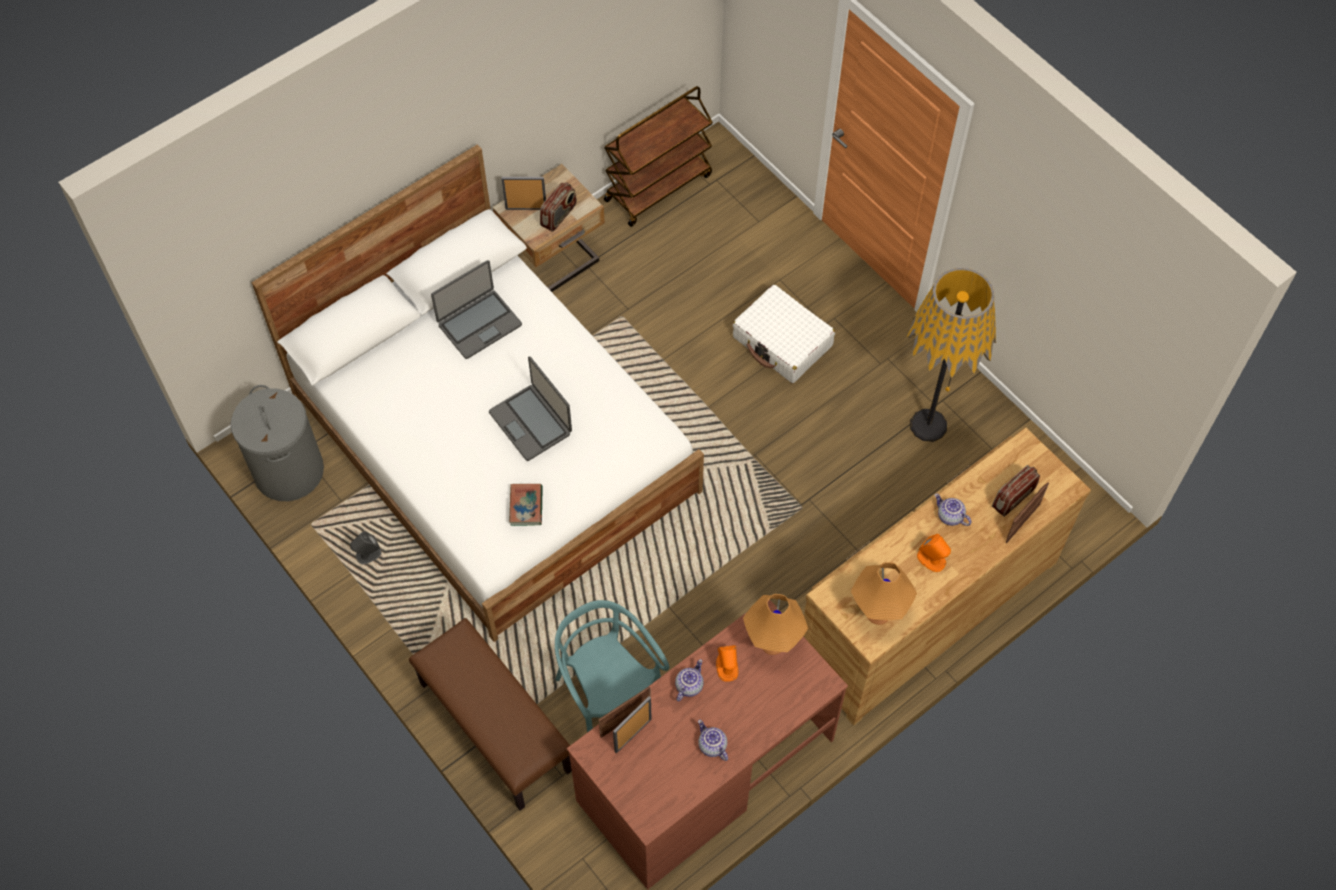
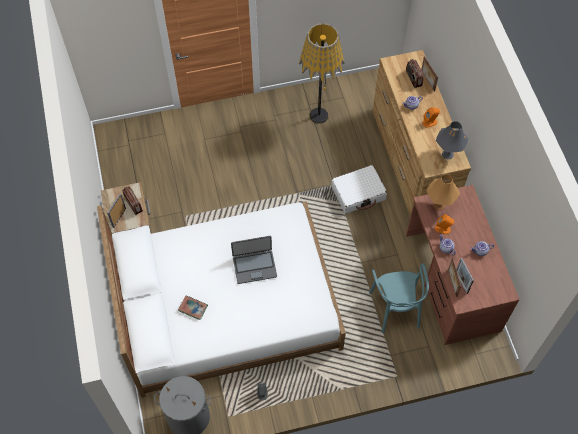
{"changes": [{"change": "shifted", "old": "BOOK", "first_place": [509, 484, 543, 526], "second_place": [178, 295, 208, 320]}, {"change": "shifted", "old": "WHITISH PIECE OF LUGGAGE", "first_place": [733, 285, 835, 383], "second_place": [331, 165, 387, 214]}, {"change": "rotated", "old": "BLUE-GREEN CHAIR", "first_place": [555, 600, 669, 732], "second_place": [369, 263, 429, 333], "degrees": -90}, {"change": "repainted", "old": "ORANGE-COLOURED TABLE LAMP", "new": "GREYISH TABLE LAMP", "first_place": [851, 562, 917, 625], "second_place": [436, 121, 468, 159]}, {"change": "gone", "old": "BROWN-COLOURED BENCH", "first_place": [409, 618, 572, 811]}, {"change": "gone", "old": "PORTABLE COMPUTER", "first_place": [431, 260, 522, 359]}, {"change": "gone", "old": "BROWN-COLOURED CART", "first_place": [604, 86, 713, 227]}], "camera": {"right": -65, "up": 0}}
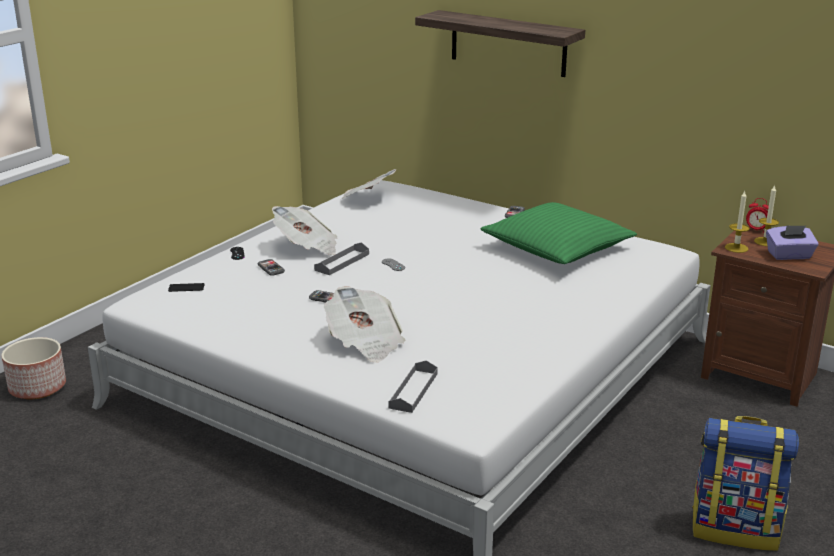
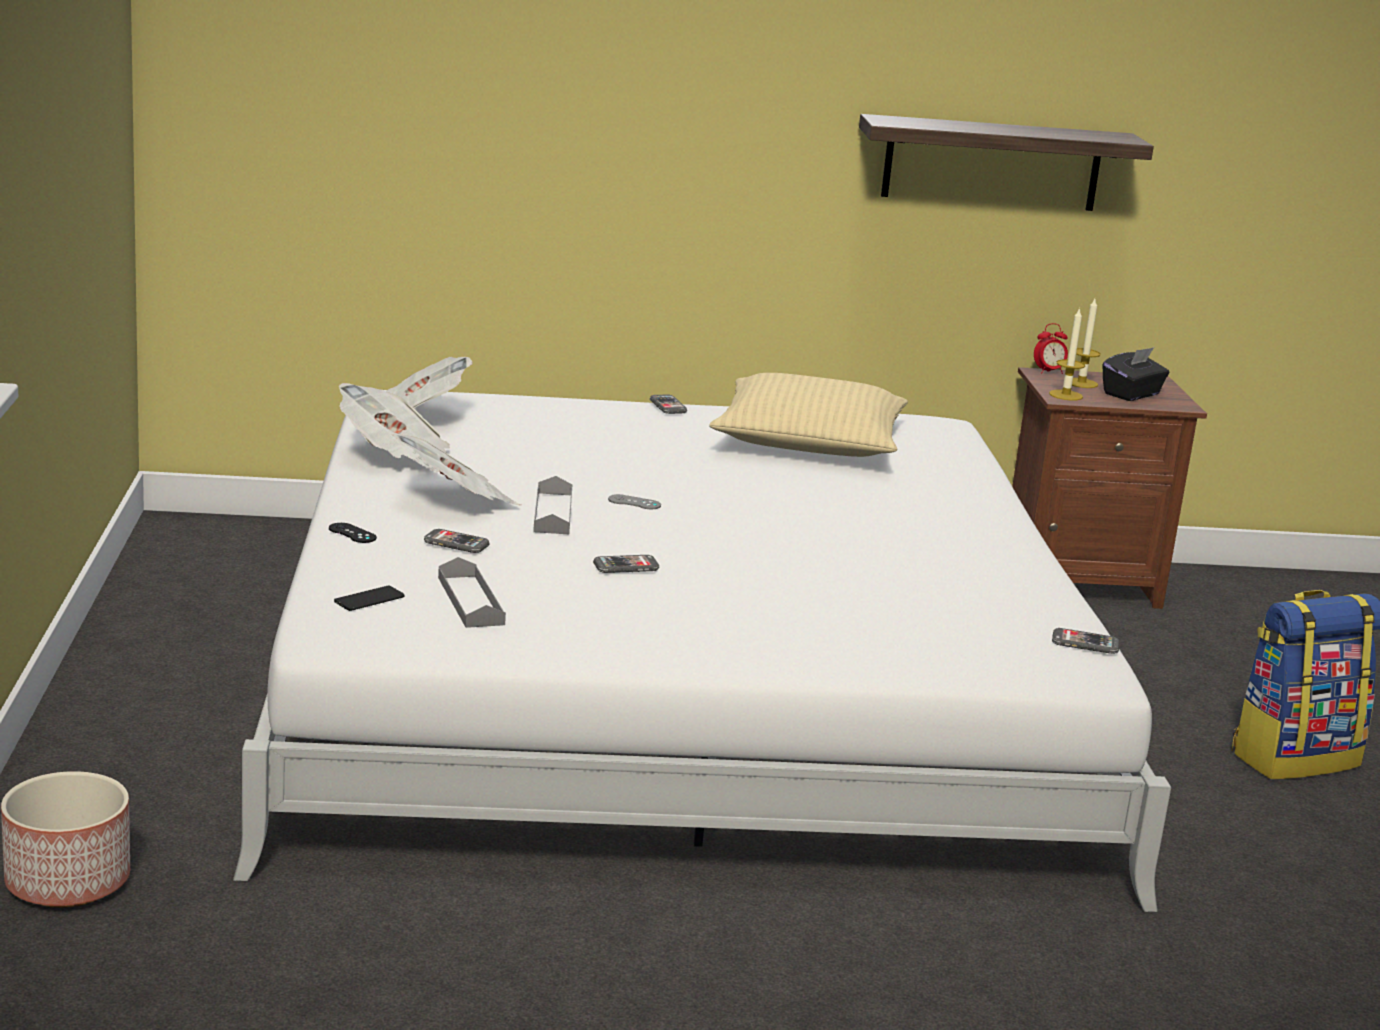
{"changes": [{"change": "shifted", "old": "NEWSPAPER", "first_place": [324, 286, 405, 363], "second_place": [339, 383, 450, 472]}, {"change": "shifted", "old": "GREYISH SERVING TRAY", "first_place": [388, 360, 438, 413], "second_place": [438, 557, 506, 628]}, {"change": "repainted", "old": "GREEN-COLOURED PILLOW", "new": "SAND-COLOURED PILLOW", "first_place": [480, 202, 637, 264], "second_place": [709, 373, 908, 457]}, {"change": "shifted", "old": "WALL SHELF", "first_place": [415, 10, 585, 77], "second_place": [859, 114, 1154, 211]}, {"change": "new", "new": "HANDSET", "second_place": [1052, 628, 1119, 654]}, {"change": "repainted", "old": "PURPLE-COLOURED TISSUE BOX", "new": "BLACK TISSUE BOX", "first_place": [766, 225, 819, 260], "second_place": [1103, 347, 1169, 401]}], "camera": {"right": -40, "up": -5}}
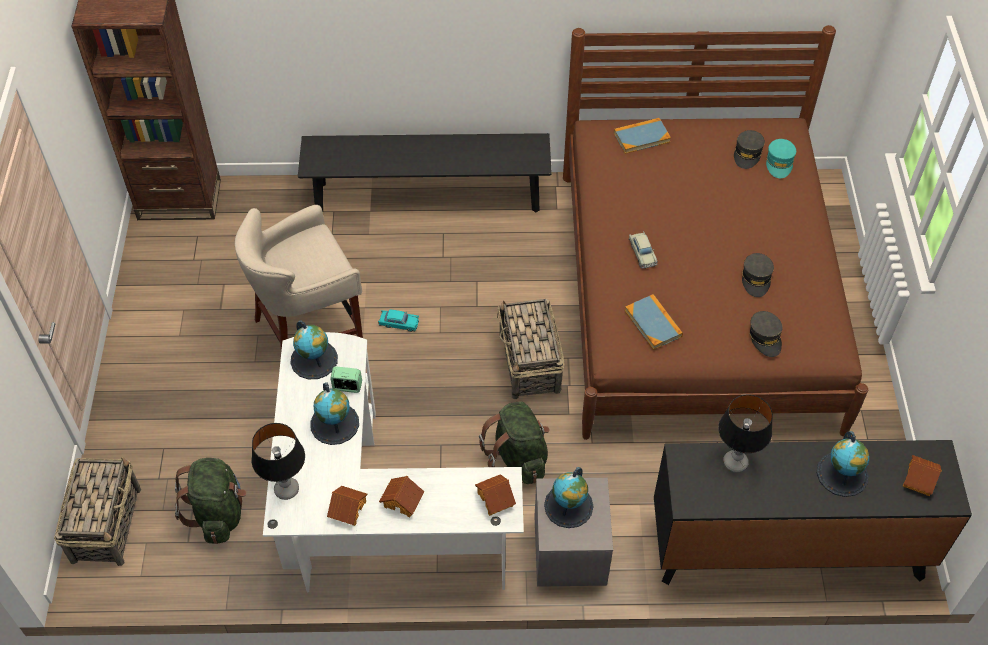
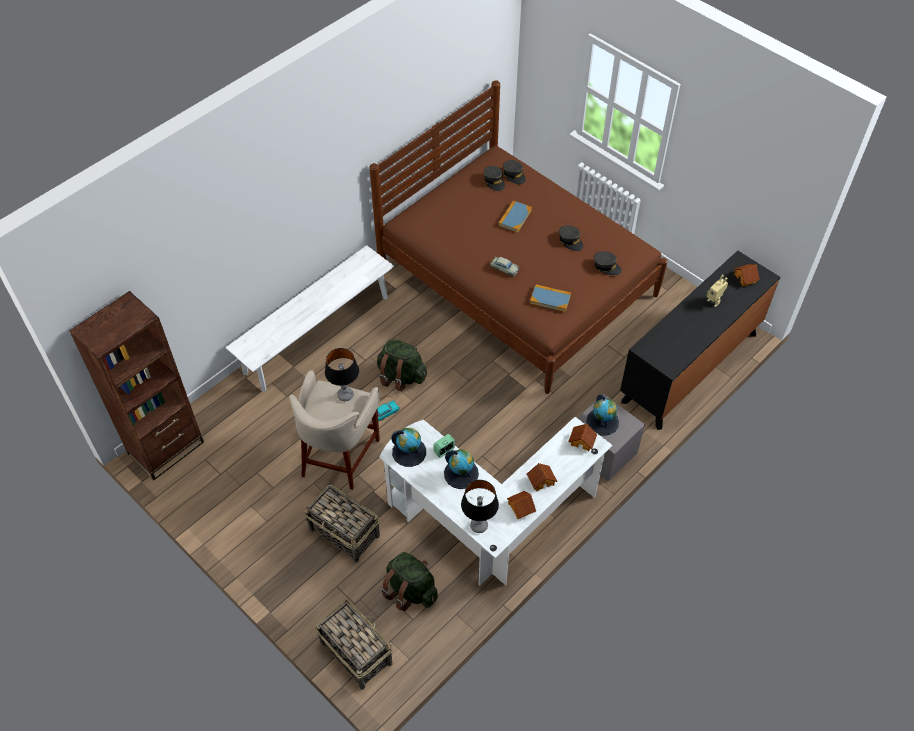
{"changes": [{"change": "repainted", "old": "BLACK BENCH", "new": "WHITISH BENCH", "first_place": [298, 133, 552, 213], "second_place": [225, 245, 394, 392]}, {"change": "shifted", "old": "HOUSEHOLD BASKET", "first_place": [497, 299, 564, 399], "second_place": [303, 485, 380, 563]}, {"change": "shifted", "old": "TABLE LAMP", "first_place": [718, 394, 773, 473], "second_place": [325, 348, 359, 401]}, {"change": "shifted", "old": "GREEN-COLOURED KNAPSACK", "first_place": [479, 401, 550, 484], "second_place": [377, 340, 427, 391]}, {"change": "shifted", "old": "BOOK", "first_place": [614, 118, 671, 154], "second_place": [498, 201, 532, 233]}, {"change": "repainted", "old": "BLUE-GREEN CAP", "new": "GREYISH CAP", "first_place": [766, 139, 796, 178], "second_place": [503, 160, 526, 184]}, {"change": "swapped", "old": "WORLD GLOBE", "new": "MODEL ROBOT", "first_place": [817, 431, 869, 497], "second_place": [707, 275, 728, 307]}], "camera": {"right": -45, "up": 0}}
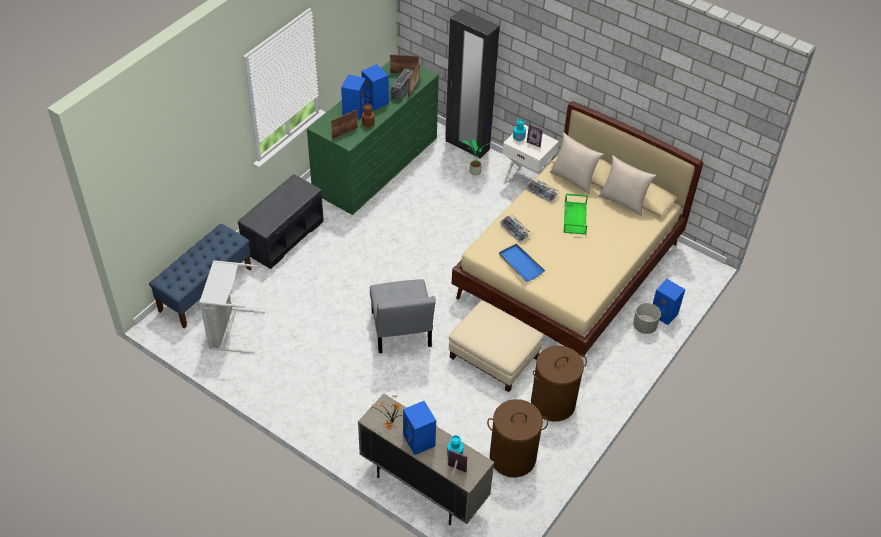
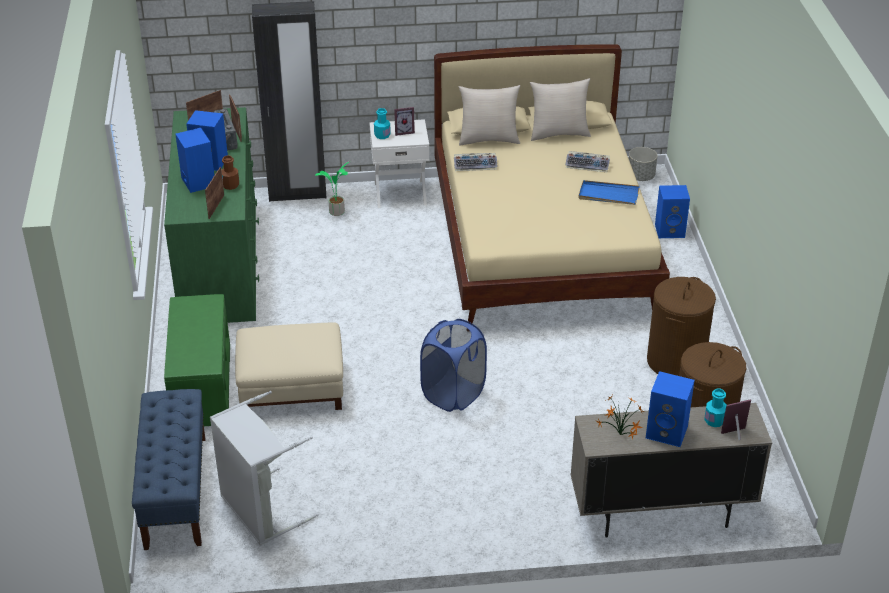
{"changes": [{"change": "repainted", "old": "GREYISH BENCH", "new": "GREEN-COLOURED BENCH", "first_place": [238, 174, 324, 269], "second_place": [164, 294, 230, 426]}, {"change": "shifted", "old": "SAND-COLOURED OTTOMAN", "first_place": [449, 301, 543, 392], "second_place": [235, 322, 343, 410]}, {"change": "swapped", "old": "GREYISH CHAIR", "new": "BLUISH LAUNDRY BASKET", "first_place": [370, 279, 436, 353], "second_place": [420, 319, 487, 412]}, {"change": "shifted", "old": "PC KEYBOARD", "first_place": [500, 214, 532, 244], "second_place": [565, 151, 610, 172]}, {"change": "shifted", "old": "BLUISH SERVING TRAY", "first_place": [499, 244, 545, 282], "second_place": [578, 180, 640, 205]}, {"change": "shifted", "old": "GREYISH PLANTER", "first_place": [633, 303, 661, 334], "second_place": [629, 147, 657, 181]}, {"change": "gone", "old": "GREEN-COLOURED SERVING TRAY", "first_place": [564, 193, 588, 235]}], "camera": {"right": -40, "up": -10}}
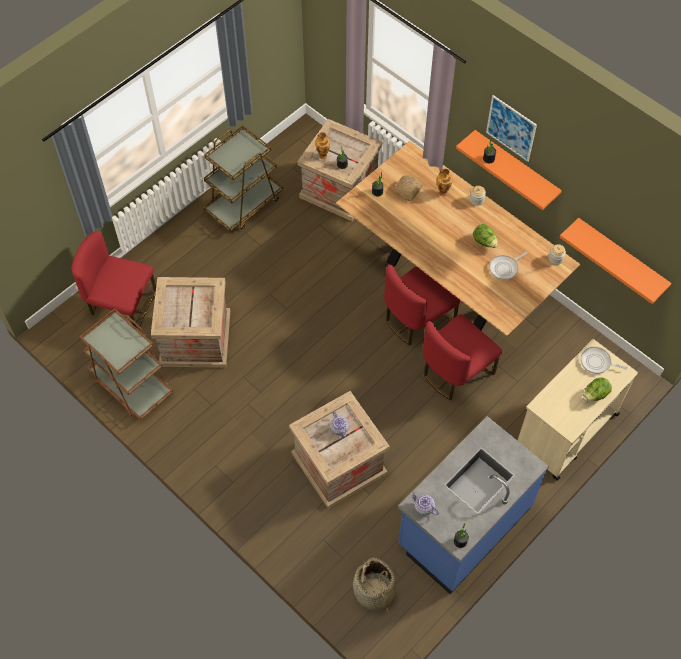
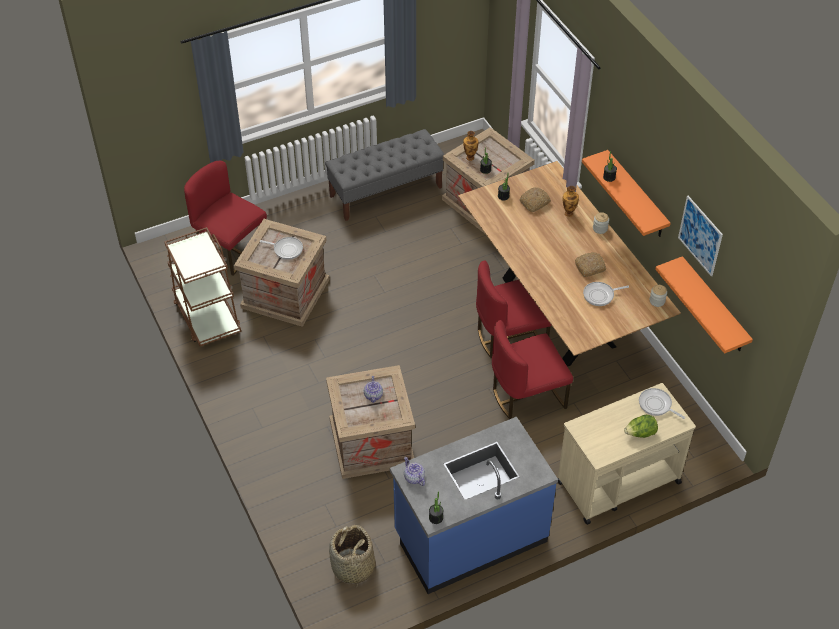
{"changes": [{"change": "new", "new": "SKILLET", "second_place": [260, 237, 303, 260]}, {"change": "swapped", "old": "BROWN-COLOURED CART", "new": "GREYISH BENCH", "first_place": [203, 125, 283, 232], "second_place": [325, 129, 444, 221]}, {"change": "swapped", "old": "LETTUCE", "new": "BAKERY BREAD", "first_place": [473, 224, 498, 248], "second_place": [575, 252, 606, 277]}, {"change": "shifted", "old": "PICTURE", "first_place": [486, 95, 537, 162], "second_place": [678, 196, 723, 277]}], "camera": {"right": 20, "up": -10}}
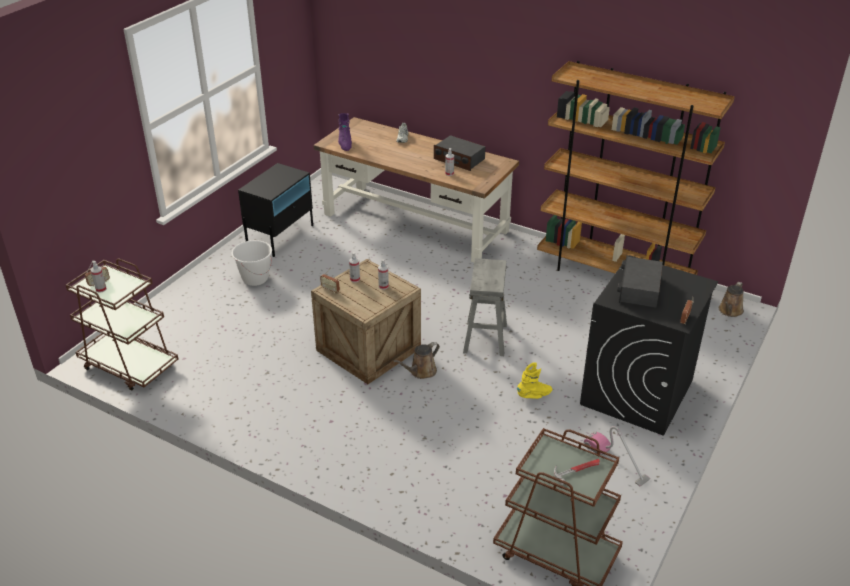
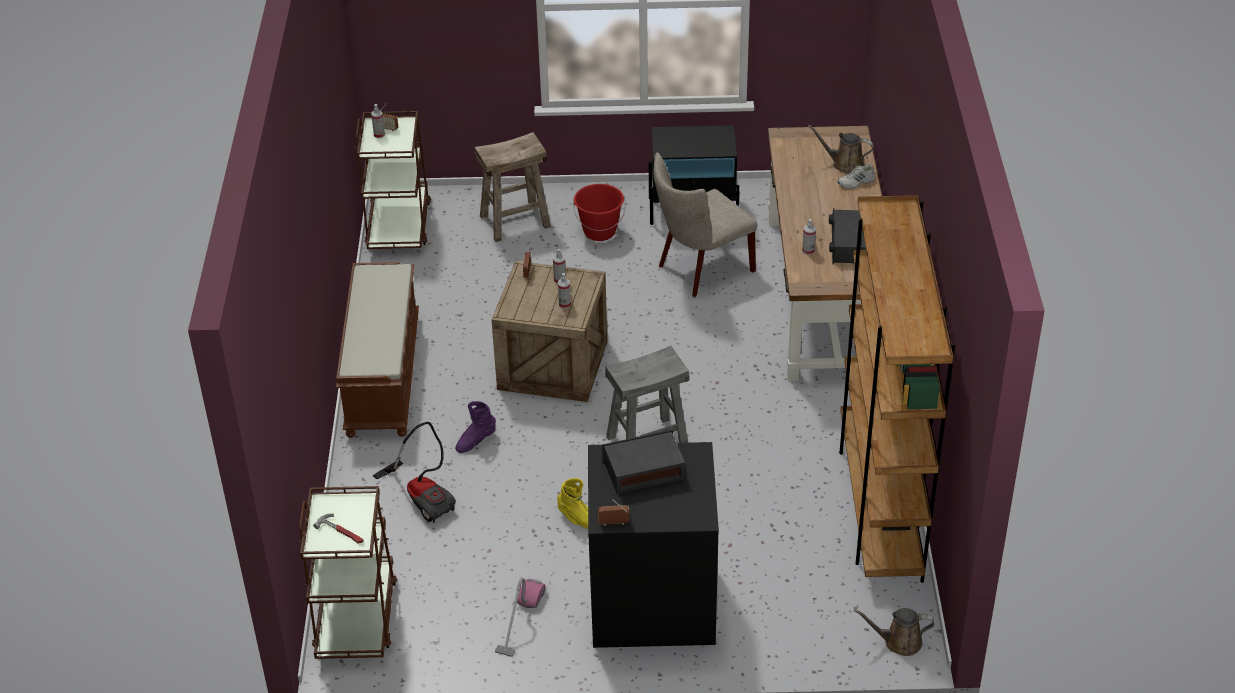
{"changes": [{"change": "new", "new": "BROWN-COLOURED BENCH", "second_place": [336, 262, 419, 438]}, {"change": "new", "new": "VACUUM", "second_place": [373, 422, 456, 523]}, {"change": "shifted", "old": "PURPLE-COLOURED BOOT", "first_place": [338, 113, 352, 151], "second_place": [455, 401, 496, 453]}, {"change": "new", "new": "SAND-COLOURED STOOL SEAT", "second_place": [475, 132, 551, 242]}, {"change": "repainted", "old": "WHITISH BUCKET", "new": "RED BUCKET", "first_place": [232, 240, 272, 286], "second_place": [573, 184, 626, 241]}, {"change": "new", "new": "SAND-COLOURED CHAIR", "second_place": [654, 153, 757, 297]}, {"change": "shifted", "old": "BROWN-COLOURED WATERING CAN", "first_place": [393, 342, 440, 379], "second_place": [808, 125, 874, 174]}], "camera": {"right": 60, "up": 5}}
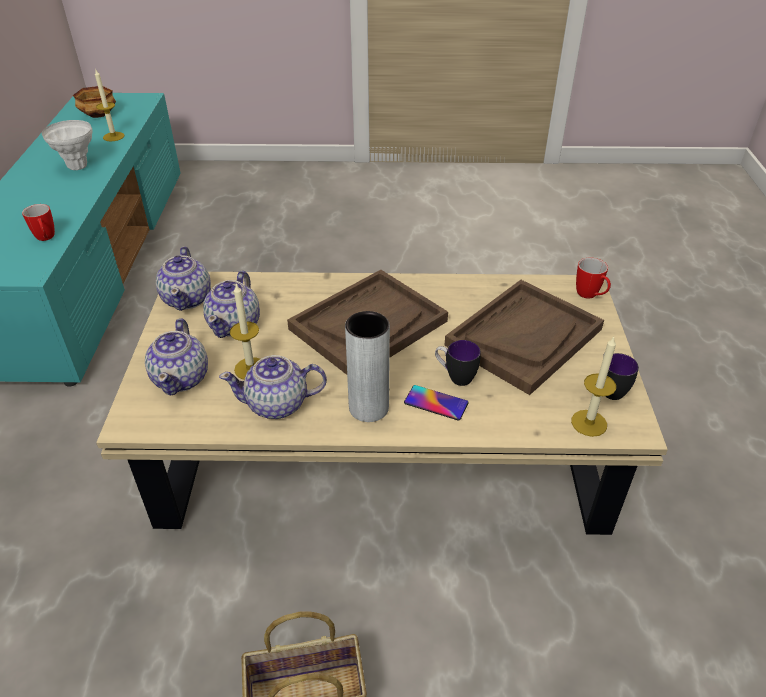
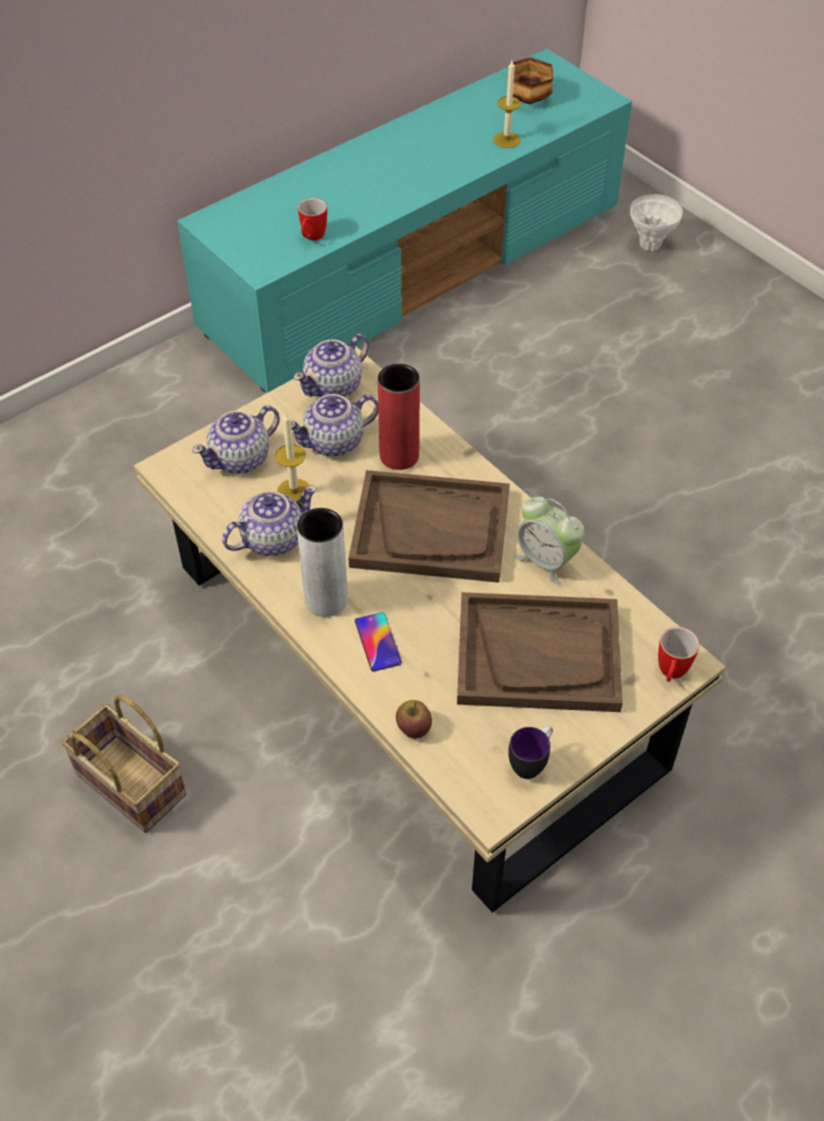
{"changes": [{"change": "rotated", "old": "TEA POT", "first_place": [219, 355, 327, 419], "second_place": [222, 485, 317, 556], "degrees": 105}, {"change": "new", "new": "RED DECORATIVE VASE", "second_place": [377, 364, 420, 470]}, {"change": "new", "new": "APPLE", "second_place": [396, 700, 432, 738]}, {"change": "new", "new": "TABLE CLOCK", "second_place": [514, 497, 584, 585]}, {"change": "shifted", "old": "WHITISH DECORATIVE VASE", "first_place": [42, 120, 92, 170], "second_place": [630, 194, 683, 251]}, {"change": "gone", "old": "MUG", "first_place": [435, 340, 481, 386]}, {"change": "gone", "old": "WAX LIGHT", "first_place": [571, 337, 616, 437]}], "camera": {"right": 50, "up": 10}}
